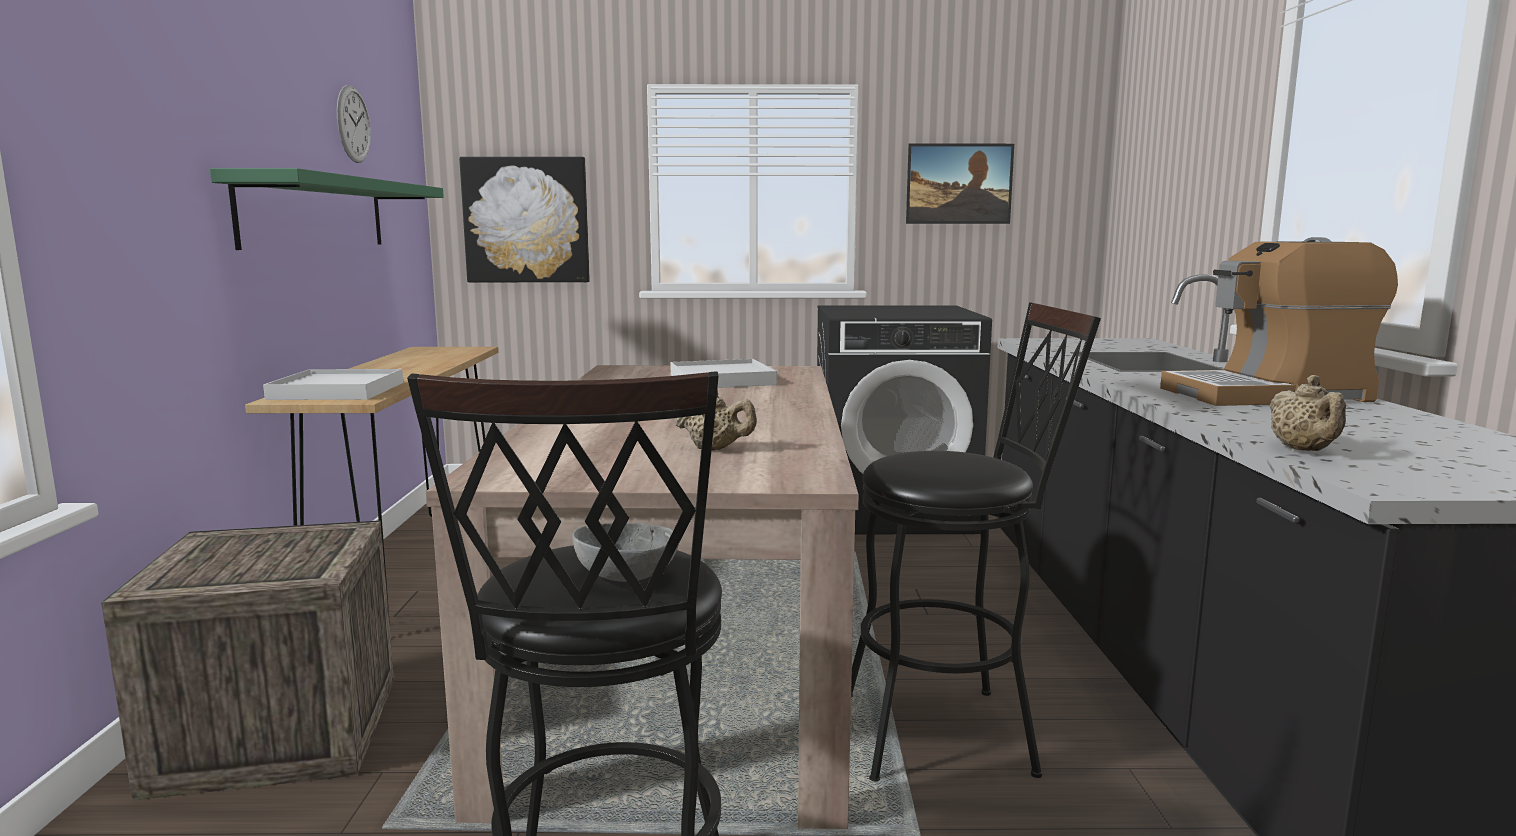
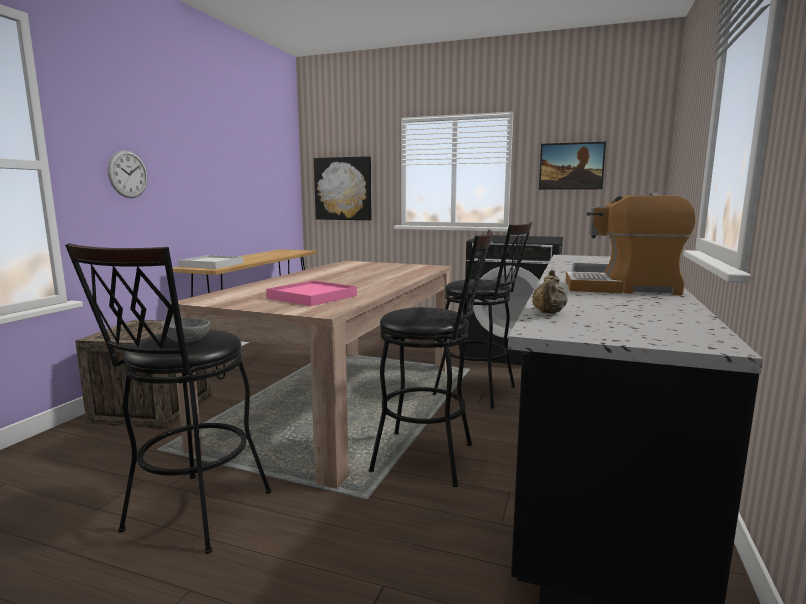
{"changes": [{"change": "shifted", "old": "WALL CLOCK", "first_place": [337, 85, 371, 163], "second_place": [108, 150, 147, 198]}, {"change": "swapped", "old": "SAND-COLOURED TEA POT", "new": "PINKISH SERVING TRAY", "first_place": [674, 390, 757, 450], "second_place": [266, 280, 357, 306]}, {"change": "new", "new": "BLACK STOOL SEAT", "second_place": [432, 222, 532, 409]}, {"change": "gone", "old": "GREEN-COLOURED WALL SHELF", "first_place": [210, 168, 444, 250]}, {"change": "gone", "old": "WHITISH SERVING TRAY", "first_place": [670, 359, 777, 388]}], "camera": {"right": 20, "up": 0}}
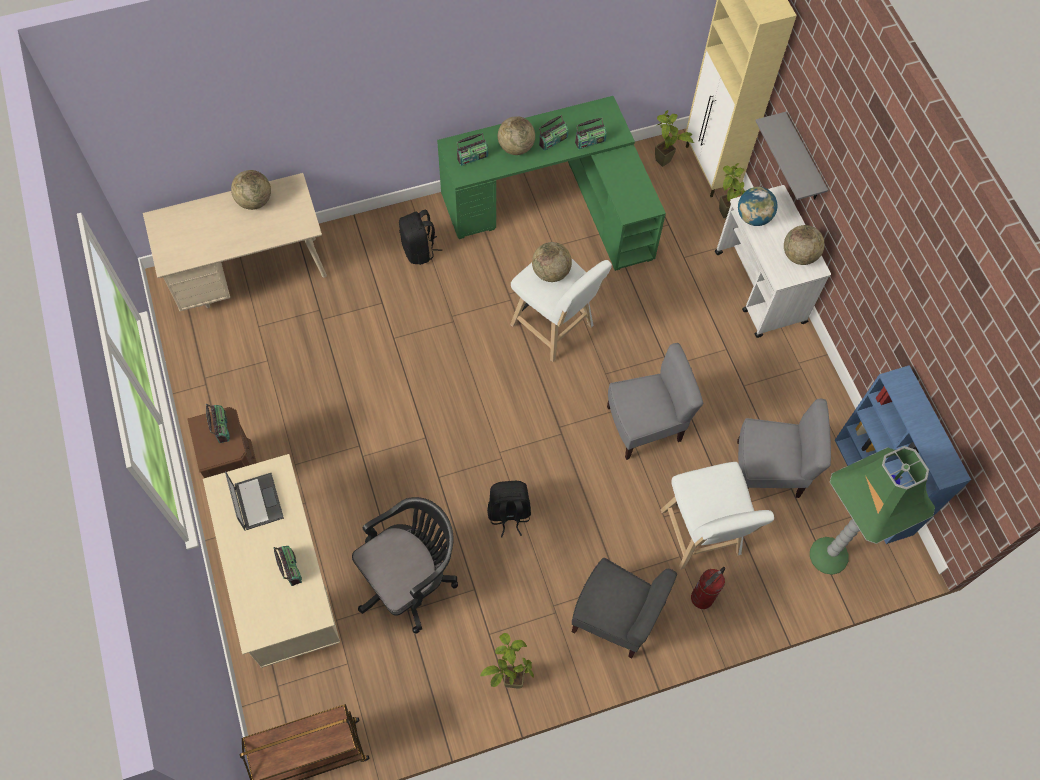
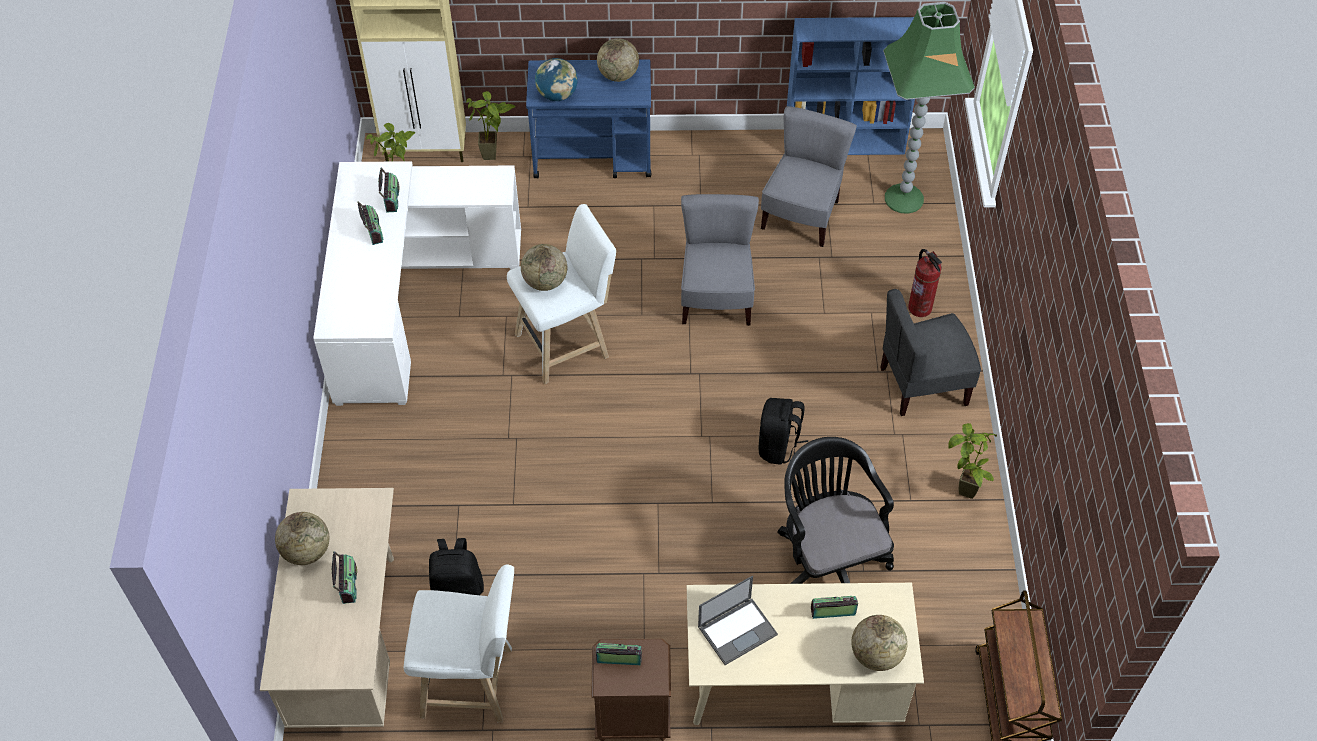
{"changes": [{"change": "repainted", "old": "GREEN-COLOURED DESK TABLE", "new": "WHITISH DESK TABLE", "first_place": [437, 96, 666, 271], "second_place": [313, 161, 521, 406]}, {"change": "shifted", "old": "RADIO RECEIVER", "first_place": [457, 133, 488, 166], "second_place": [332, 551, 357, 604]}, {"change": "shifted", "old": "WHITISH STOOL SEAT", "first_place": [661, 462, 774, 570], "second_place": [404, 564, 514, 723]}, {"change": "shifted", "old": "BLACK KNAPSACK", "first_place": [399, 210, 442, 265], "second_place": [429, 538, 484, 595]}, {"change": "repainted", "old": "WHITISH CART", "new": "BLUISH CART", "first_place": [715, 185, 831, 338], "second_place": [526, 60, 652, 178]}, {"change": "rotated", "old": "PORTABLE COMPUTER", "first_place": [225, 471, 284, 531], "second_place": [698, 576, 778, 665], "degrees": 150}, {"change": "shifted", "old": "WORLD GLOBE", "first_place": [498, 116, 535, 155], "second_place": [851, 615, 908, 671]}, {"change": "rotated", "old": "GREYISH CHAIR", "first_place": [572, 558, 677, 659], "second_place": [880, 289, 981, 416], "degrees": -150}, {"change": "gone", "old": "GREYISH WALL SHELF", "first_place": [756, 112, 828, 200]}], "camera": {"right": -70, "up": -10}}
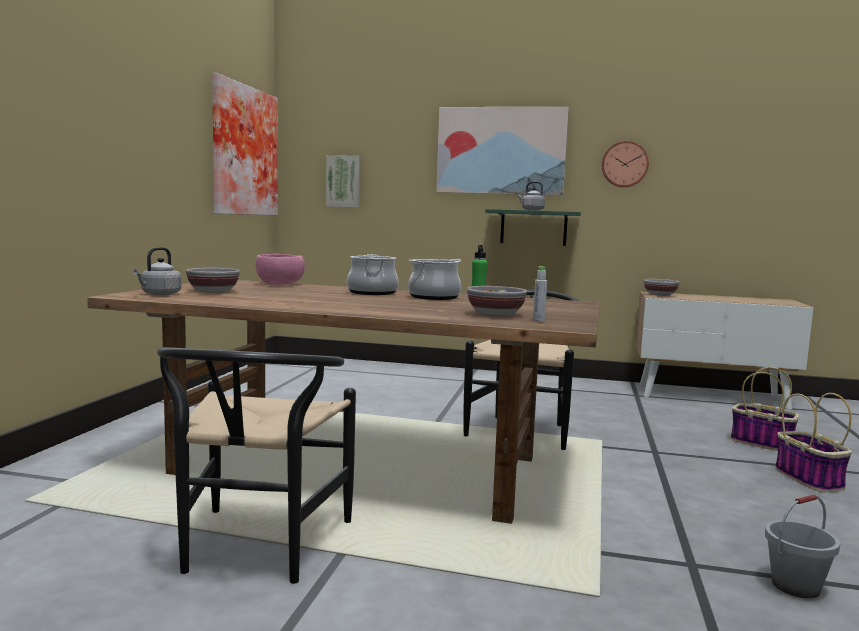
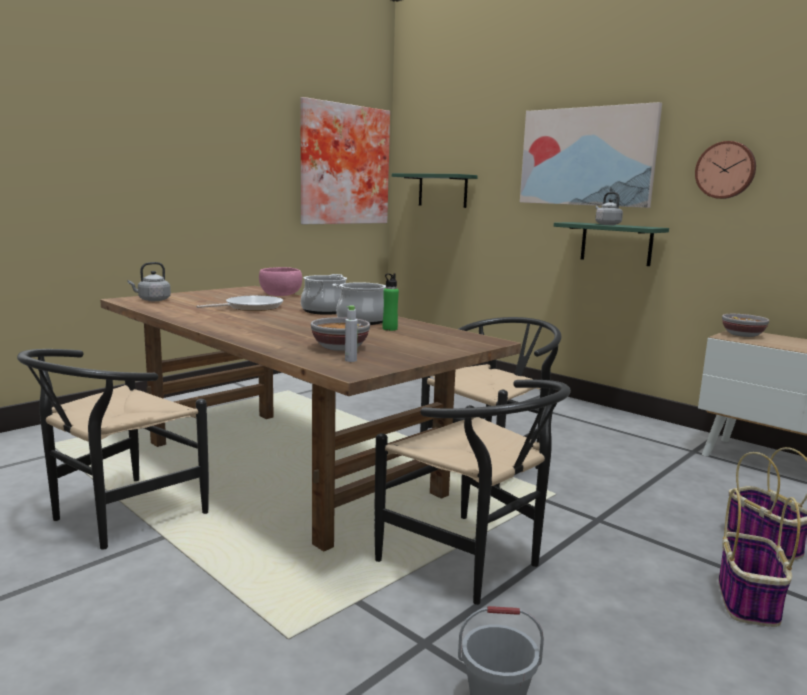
{"changes": [{"change": "new", "new": "SKILLET", "second_place": [196, 296, 283, 311]}, {"change": "new", "new": "BLACK CHAIR", "second_place": [374, 380, 571, 605]}, {"change": "swapped", "old": "PICTURE", "new": "GREEN-COLOURED WALL SHELF", "first_place": [326, 155, 360, 208], "second_place": [392, 173, 478, 208]}, {"change": "gone", "old": "DEEP DISH", "first_place": [186, 268, 240, 293]}], "camera": {"right": 30, "up": 5}}
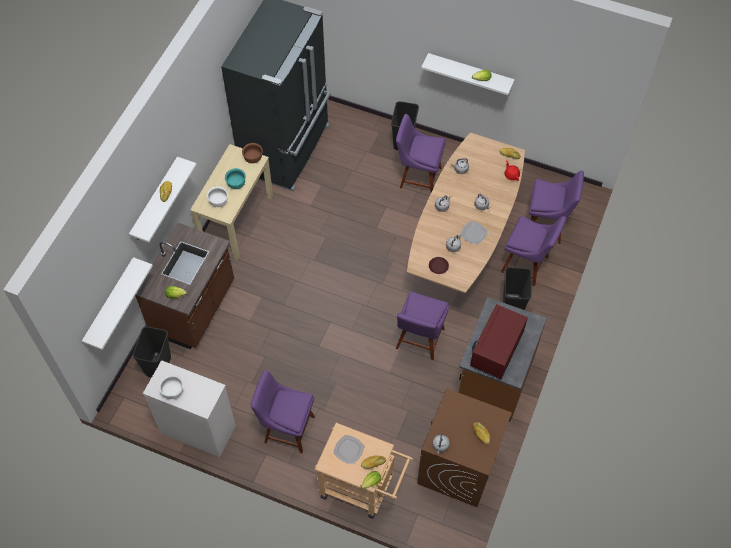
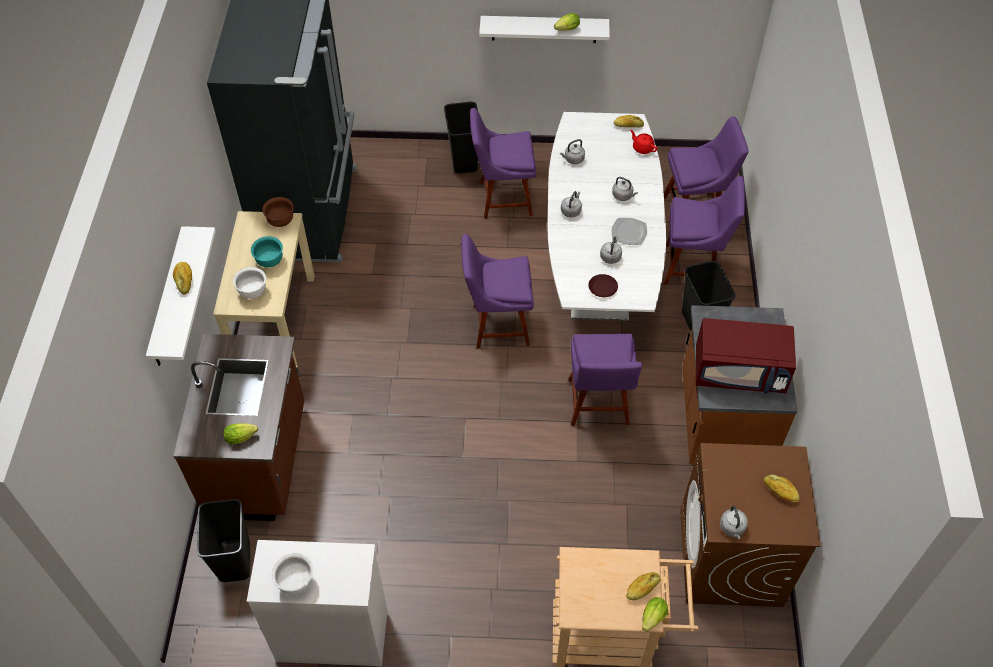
{"changes": [{"change": "shifted", "old": "PURPLE-COLOURED CHAIR", "first_place": [251, 370, 315, 453], "second_place": [461, 234, 534, 348]}, {"change": "repainted", "old": "BROWN-COLOURED DINNER TABLE", "new": "WHITISH DINNER TABLE", "first_place": [407, 132, 525, 293], "second_place": [547, 112, 666, 321]}, {"change": "rotated", "old": "RED MICROWAVE OVEN", "first_place": [470, 304, 528, 380], "second_place": [696, 318, 796, 393], "degrees": -90}, {"change": "gone", "old": "WHITISH WALL SHELF", "first_place": [82, 257, 153, 350]}, {"change": "gone", "old": "PLATE", "first_place": [333, 435, 365, 464]}], "camera": {"right": -20, "up": -5}}
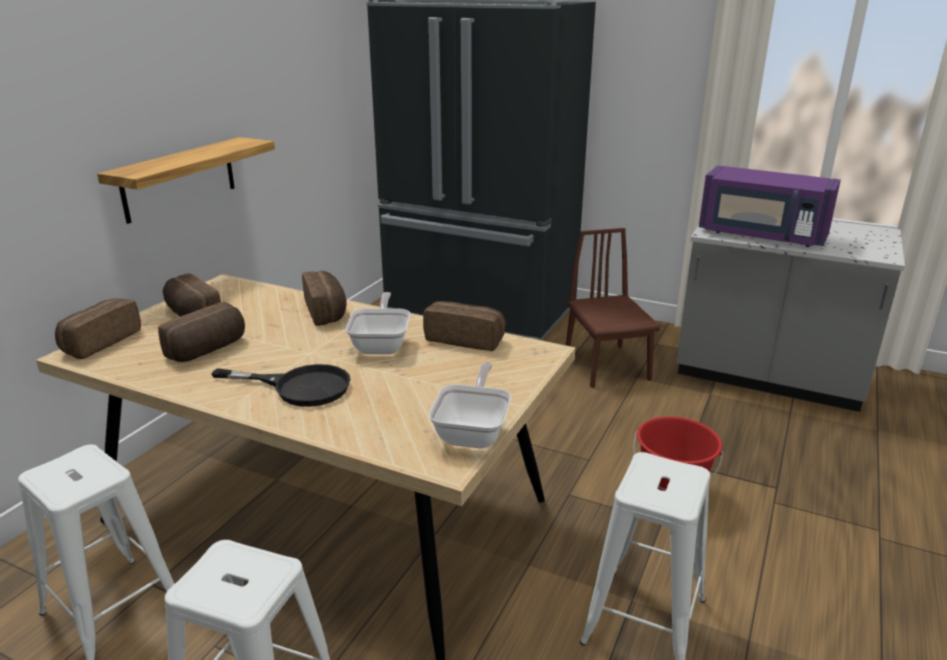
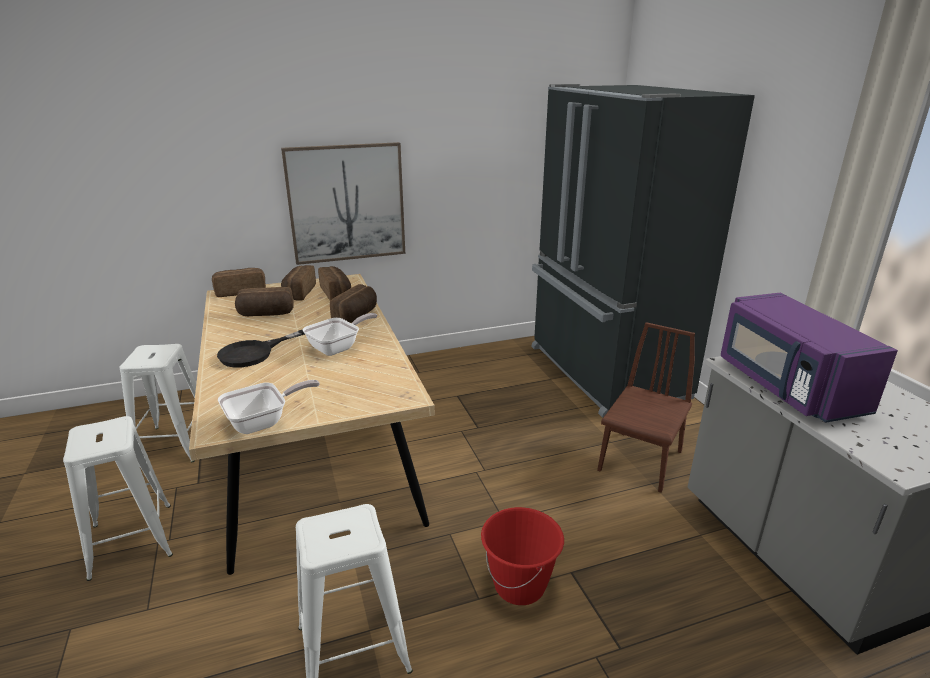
{"changes": [{"change": "rotated", "old": "BLACK SKILLET", "first_place": [211, 364, 351, 407], "second_place": [217, 329, 305, 368], "degrees": 75}, {"change": "swapped", "old": "WALL SHELF", "new": "PICTURE", "first_place": [97, 137, 275, 224], "second_place": [281, 142, 405, 265]}, {"change": "shifted", "old": "BAKERY BREAD", "first_place": [423, 301, 506, 351], "second_place": [318, 266, 351, 301]}], "camera": {"right": 45, "up": 0}}
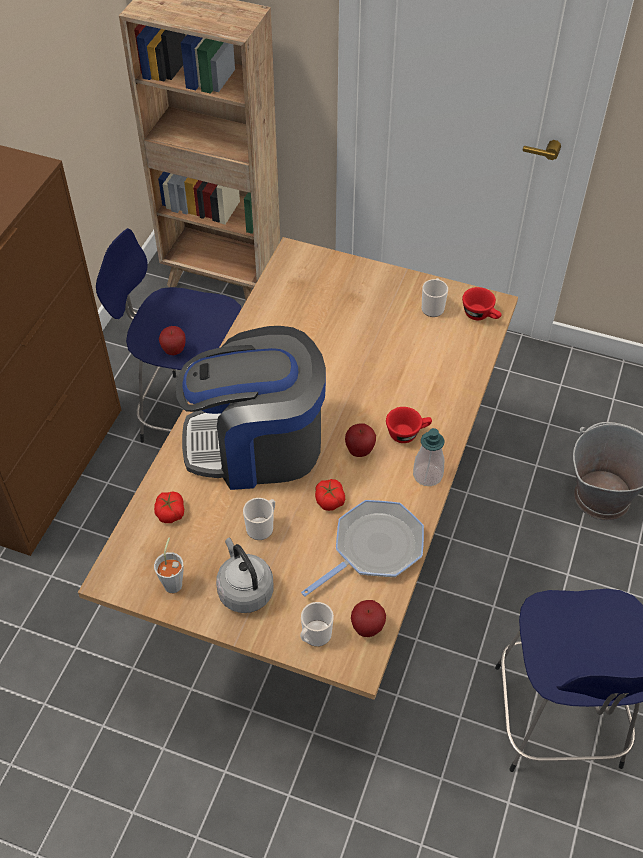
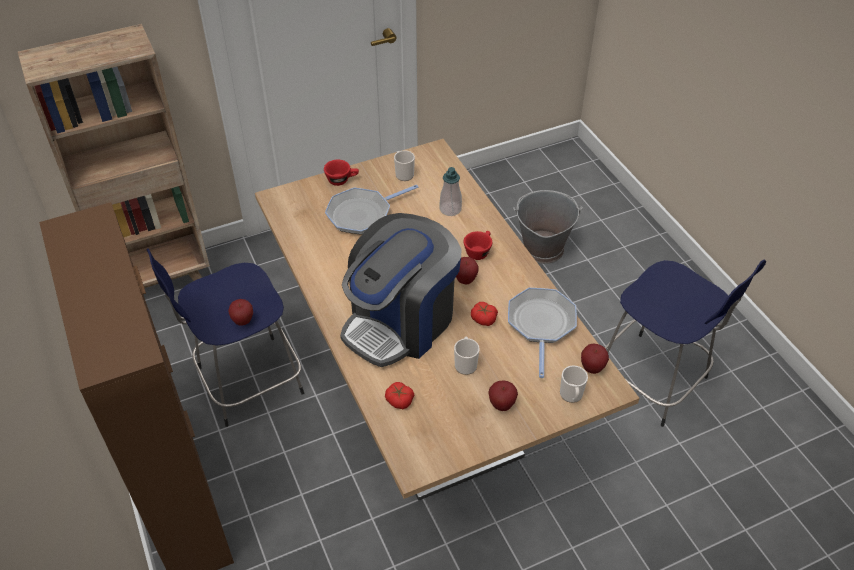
{"changes": [{"change": "shifted", "old": "RED DRINKING CUP", "first_place": [462, 287, 502, 320], "second_place": [324, 160, 359, 186]}, {"change": "new", "new": "SKILLET", "second_place": [325, 184, 418, 235]}, {"change": "shifted", "old": "SOAP DISPENSER", "first_place": [413, 428, 444, 486], "second_place": [439, 167, 462, 216]}, {"change": "swapped", "old": "GREYISH KETTLE", "new": "APPLE", "first_place": [216, 537, 274, 613], "second_place": [488, 381, 518, 411]}, {"change": "gone", "old": "GREYISH DRINKING CUP", "first_place": [154, 537, 183, 593]}], "camera": {"right": -45, "up": -5}}
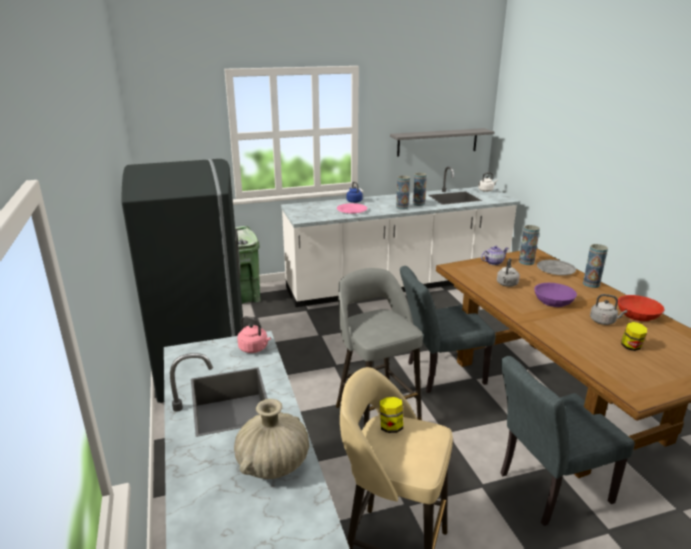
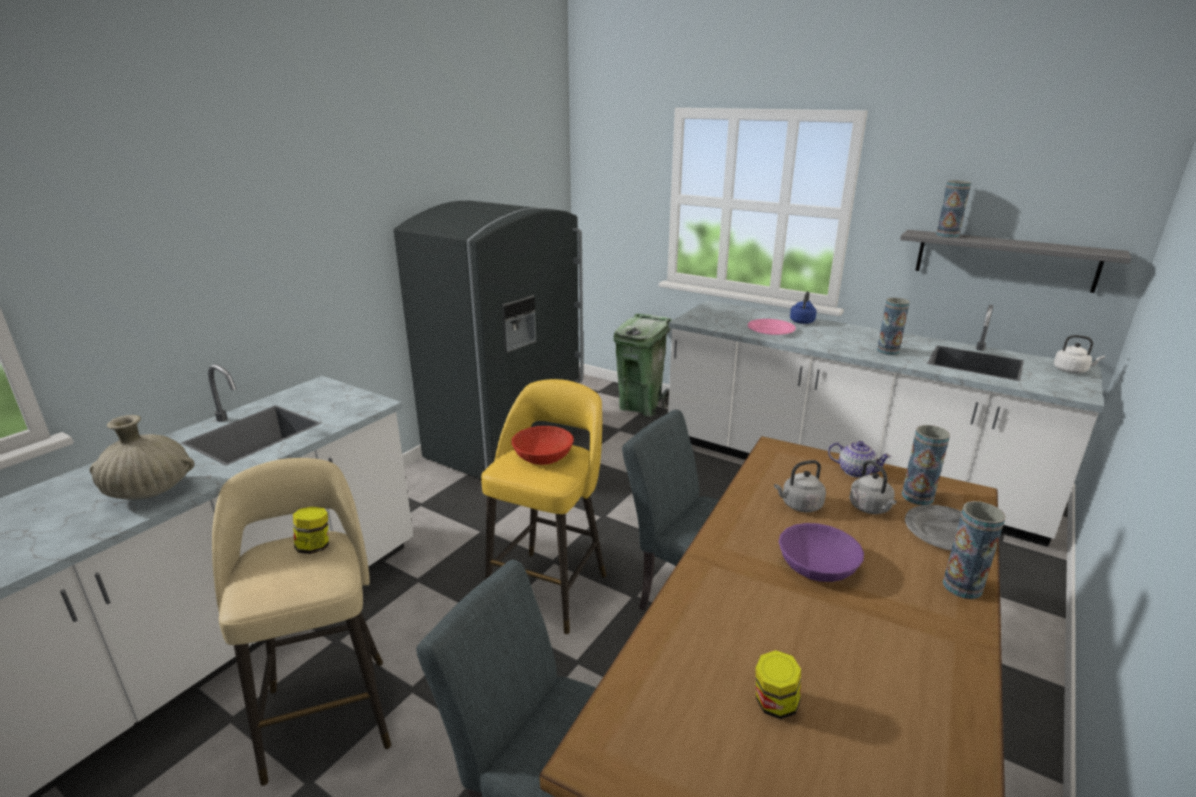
{"changes": [{"change": "repainted", "old": "GREYISH STOOL SEAT", "new": "YELLOW-COLOURED STOOL SEAT", "first_place": [336, 268, 423, 426], "second_place": [481, 379, 606, 634]}, {"change": "shifted", "old": "RED DEEP DISH", "first_place": [618, 295, 665, 321], "second_place": [511, 426, 574, 465]}, {"change": "shifted", "old": "GREYISH KETTLE", "first_place": [590, 294, 627, 325], "second_place": [849, 460, 897, 514]}, {"change": "shifted", "old": "DECORATIVE VASE", "first_place": [396, 176, 410, 210], "second_place": [936, 181, 971, 238]}, {"change": "gone", "old": "PINKISH KETTLE", "first_place": [237, 316, 271, 353]}], "camera": {"right": 50, "up": 0}}
